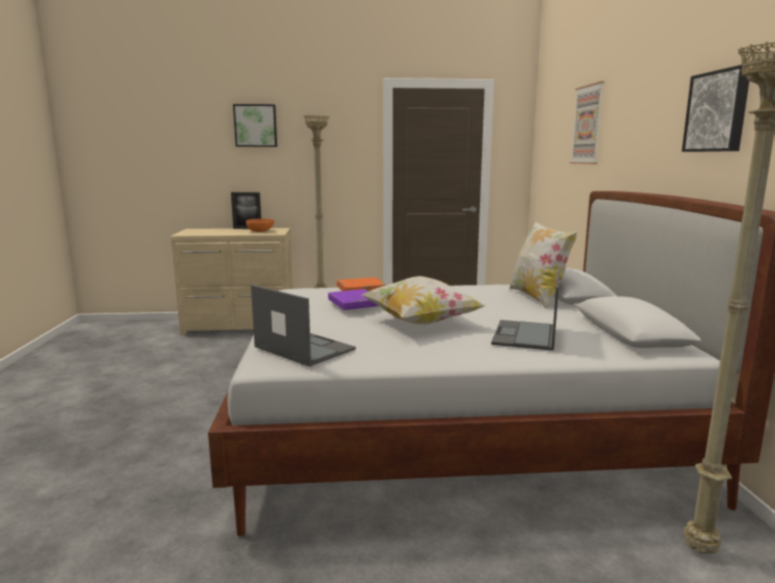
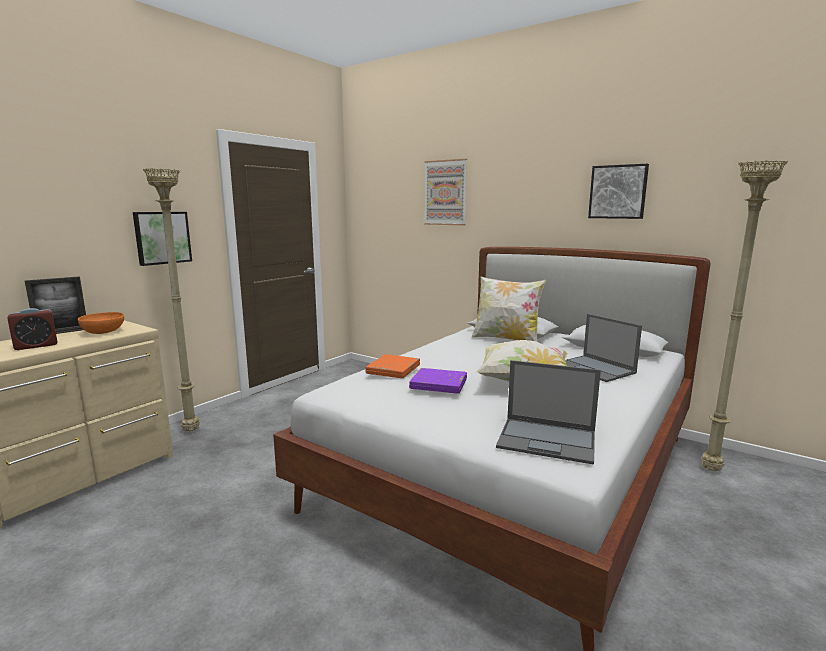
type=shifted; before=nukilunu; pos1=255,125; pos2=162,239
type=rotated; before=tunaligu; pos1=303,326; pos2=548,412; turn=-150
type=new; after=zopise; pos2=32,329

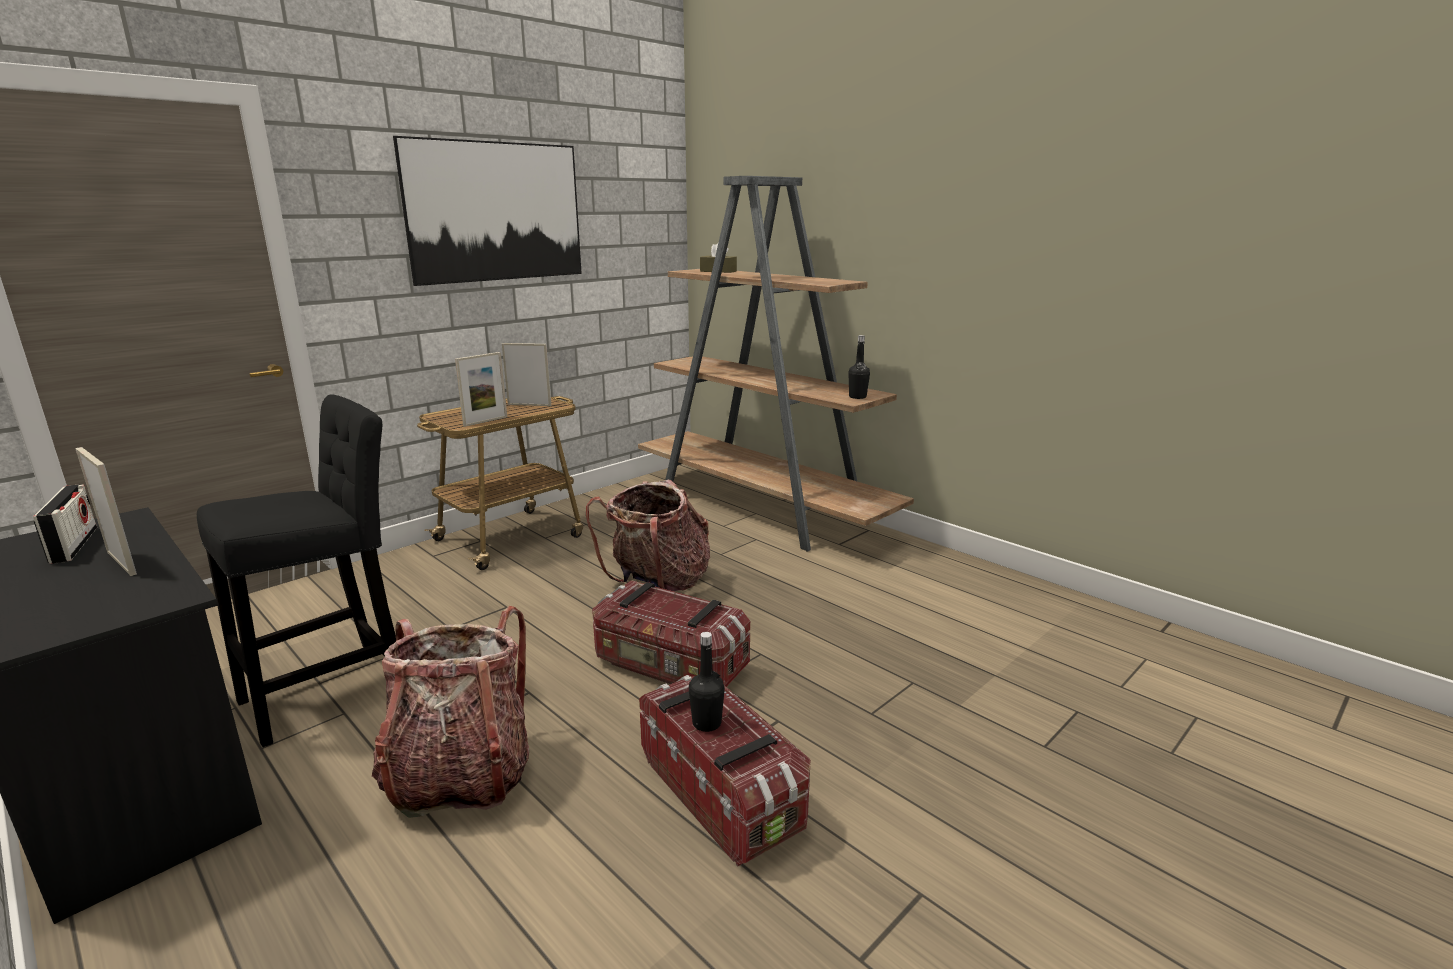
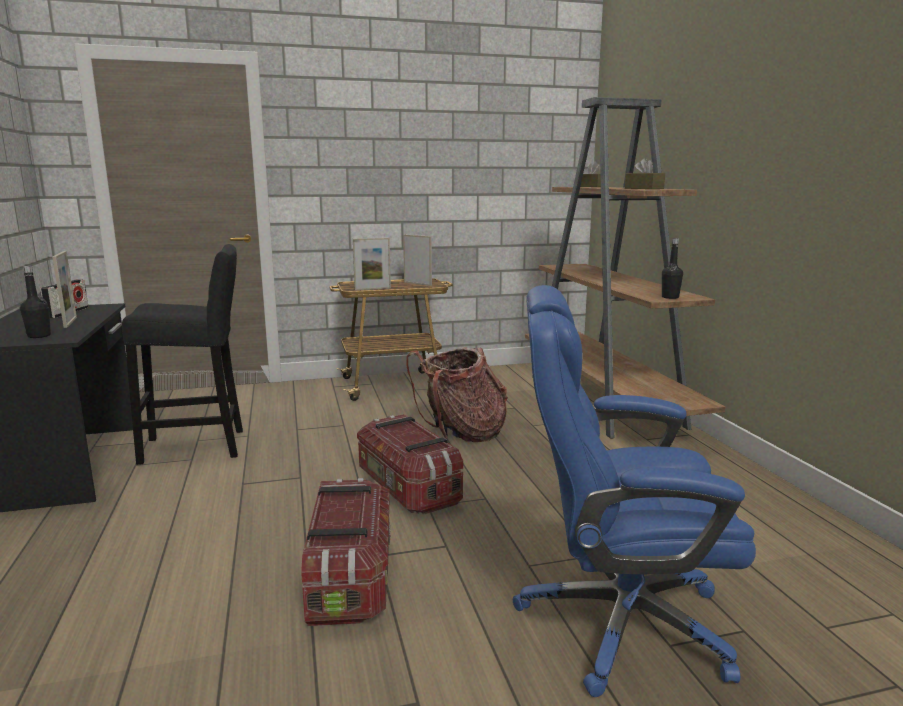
type=gone; before=nukilunu; pos1=487,211
type=gone; before=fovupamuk; pos1=450,712
type=shifted; before=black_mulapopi; pos1=707,682; pos2=35,302
type=new; after=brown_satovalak; pos2=645,173
type=new; after=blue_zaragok; pos2=634,491

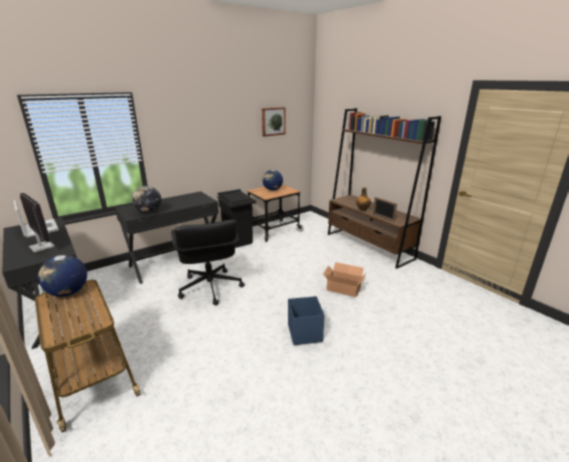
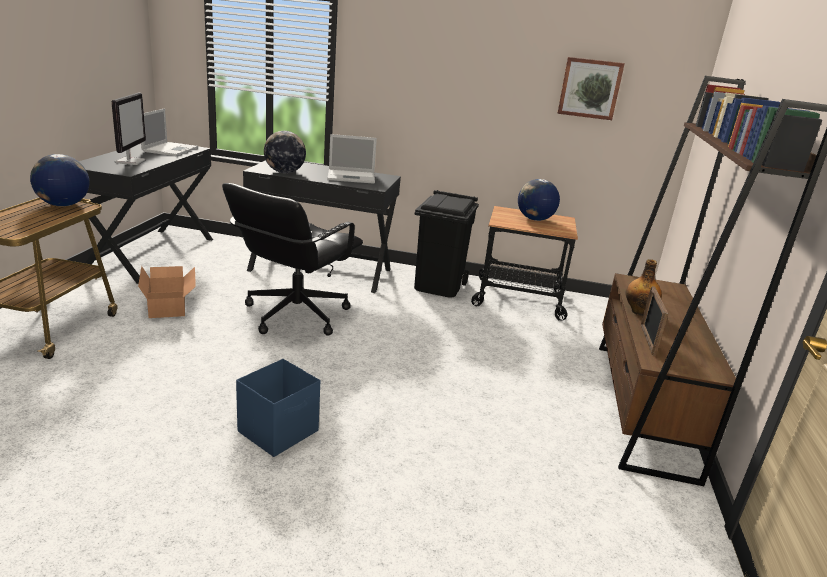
type=shifted; before=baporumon; pos1=344,279; pos2=167,292
type=new; after=tunaligu; pos2=352,159

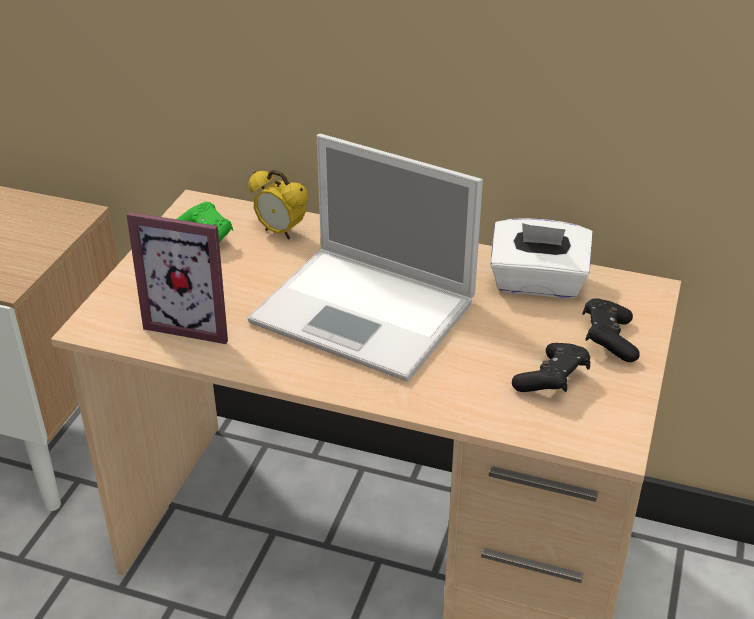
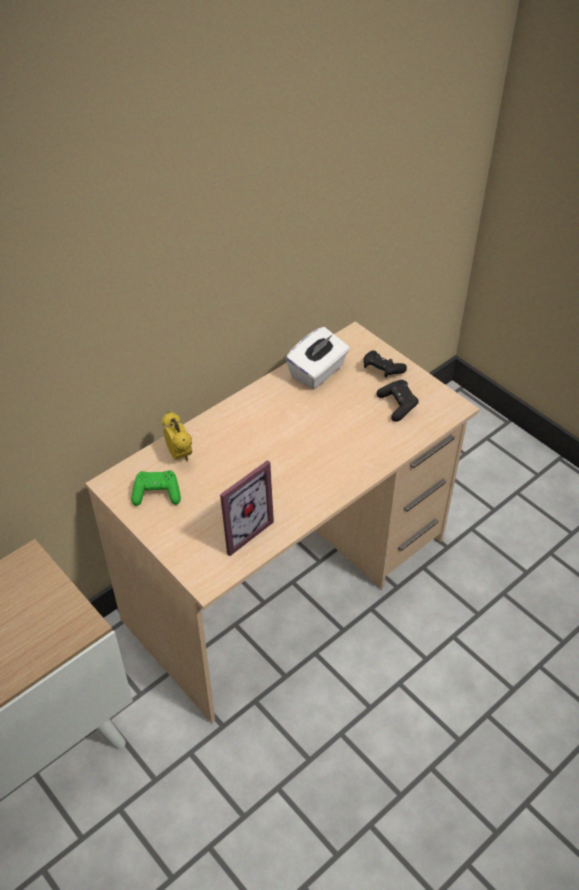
type=gone; before=tunaligu; pos1=365,258
type=rotated; before=zopise; pos1=278,204; pos2=177,436; turn=-90

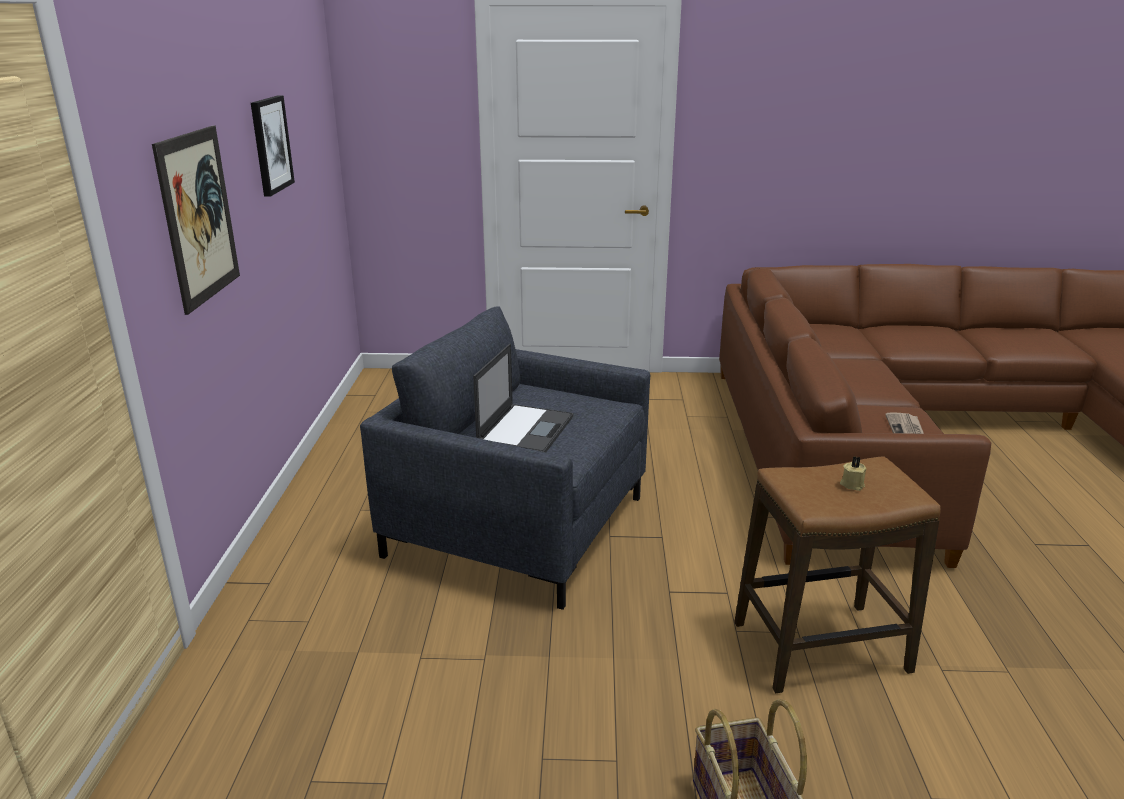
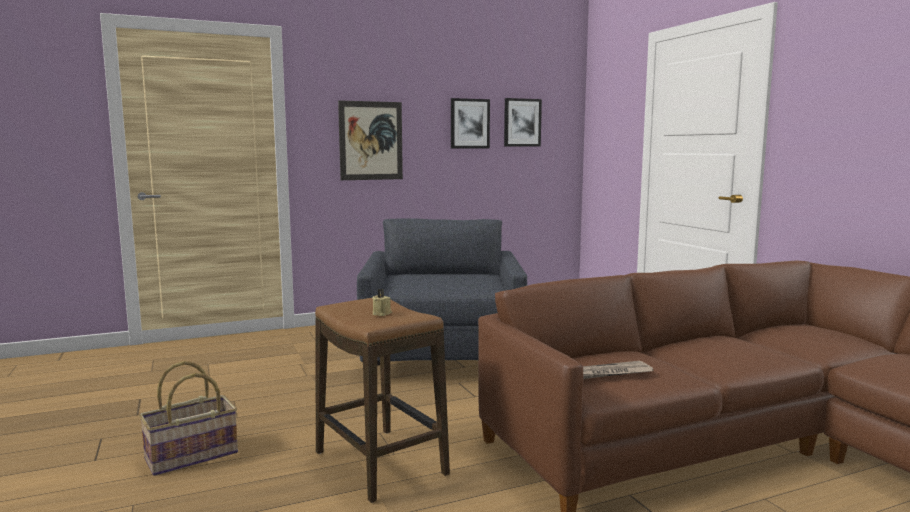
type=gone; before=tunaligu; pos1=523,397
type=new; after=nukilunu; pos2=523,122

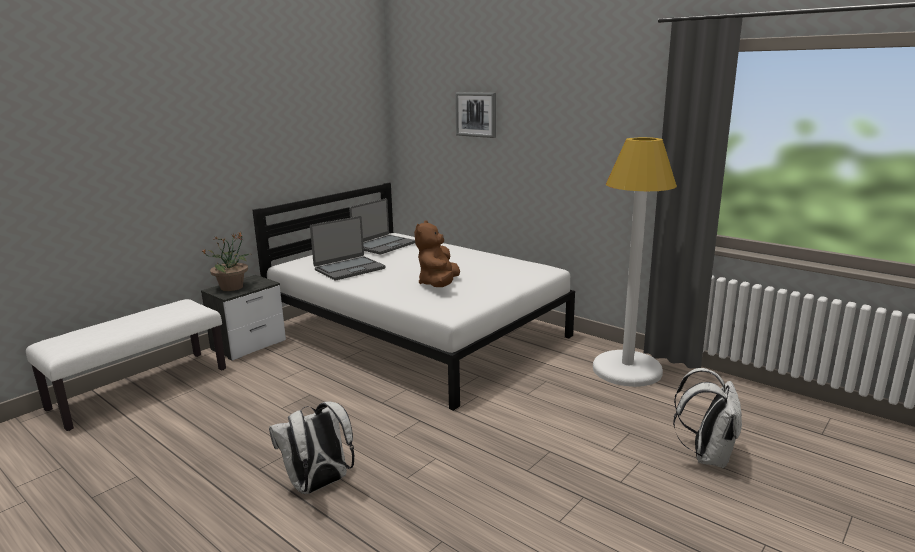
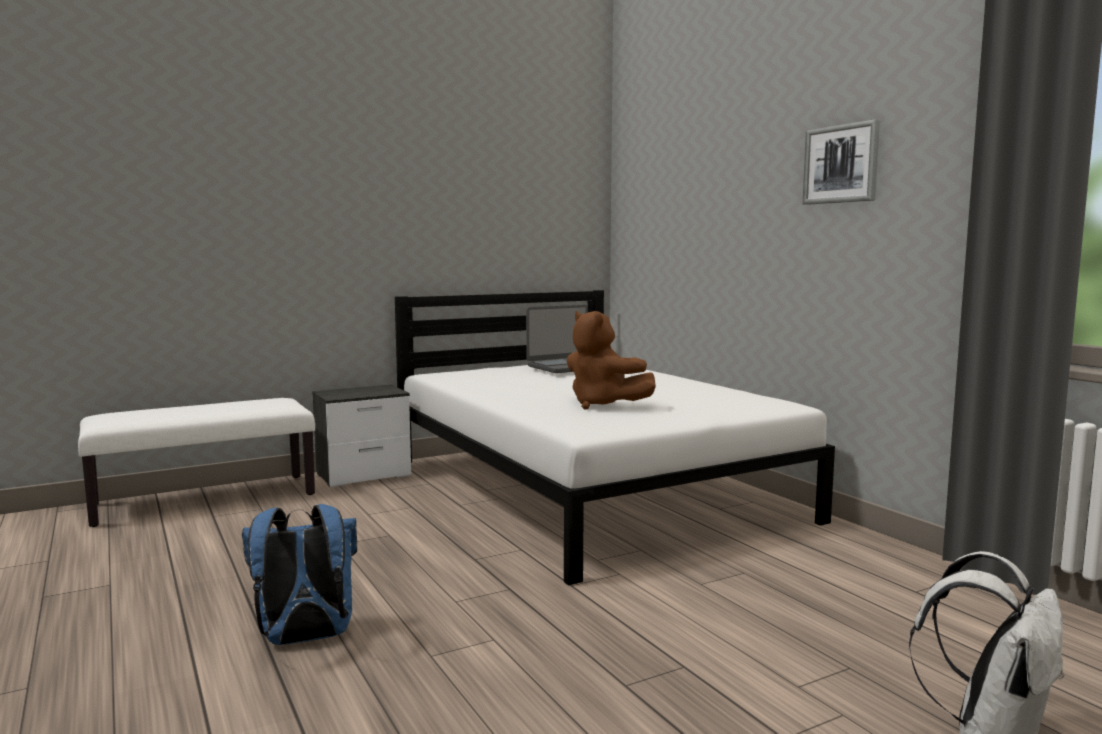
type=shifted; before=nukilunu; pos1=475,115; pos2=841,162
type=gone; before=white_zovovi; pos1=635,262
type=gone; before=tunaligu; pos1=348,248
type=rotated; before=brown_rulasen; pos1=437,253; pos2=611,360; turn=-75
type=gone; before=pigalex; pos1=226,261
type=repainted; before=white_fovupamuk; after=blue_fovupamuk; pos1=311,448; pos2=299,574

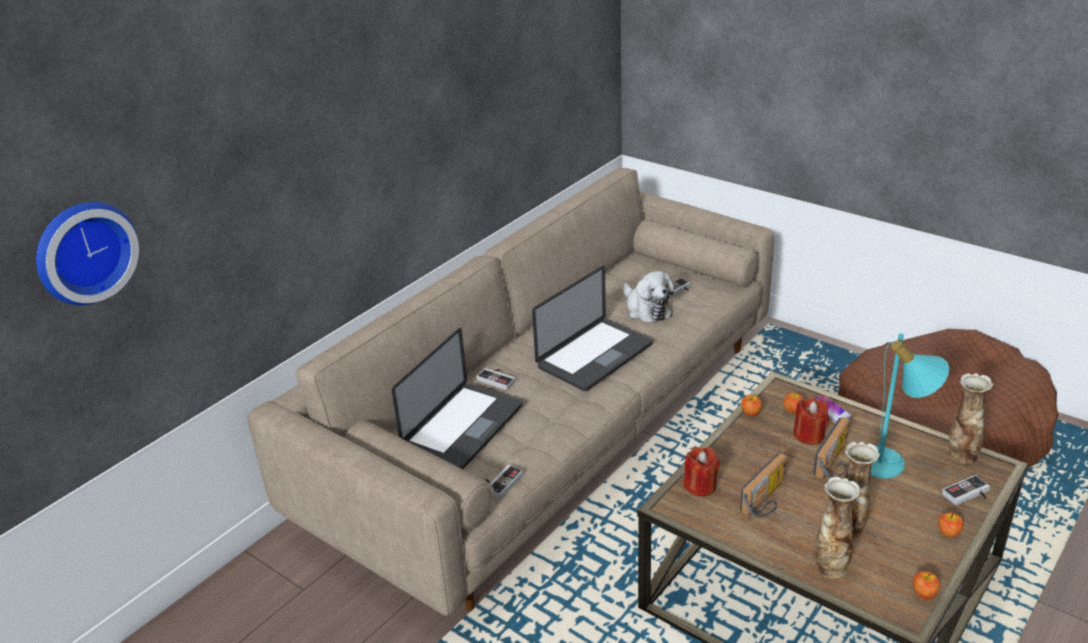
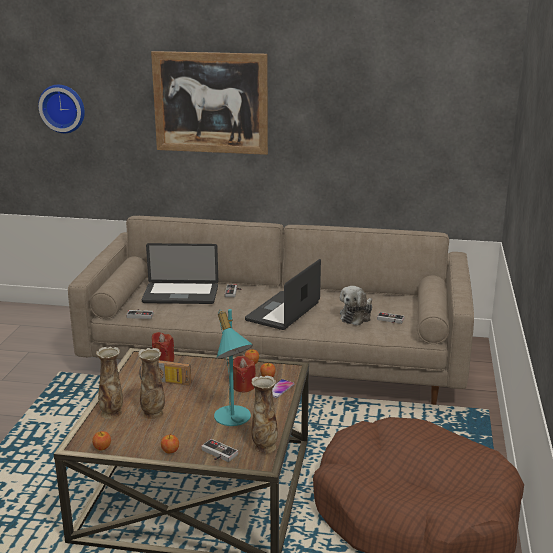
type=rotated; before=tunaligu; pos1=592,328; pos2=283,294; turn=105
type=gone; before=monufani; pos1=831,448
type=new; after=nukilunu; pos2=209,103

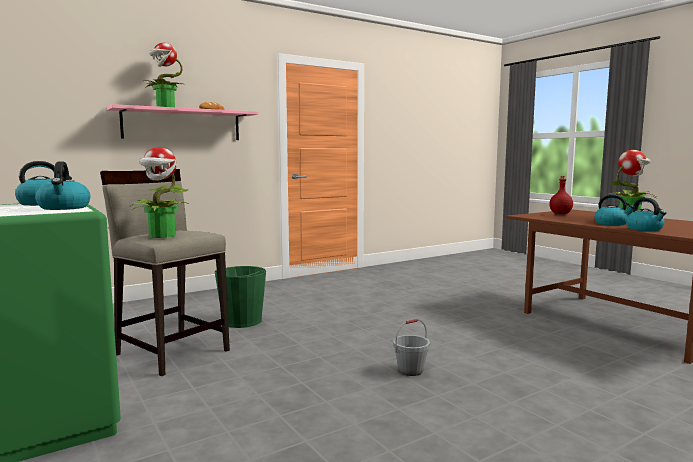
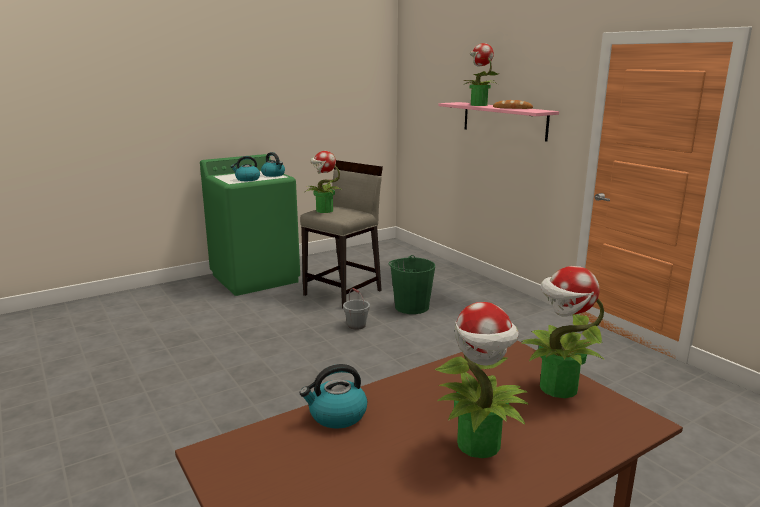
type=swapped; before=red_mulapopi; after=pigalex; pos1=561,195; pos2=562,332
type=gone; before=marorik; pos1=613,210
type=shifted; before=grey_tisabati; pos1=411,347; pos2=356,309

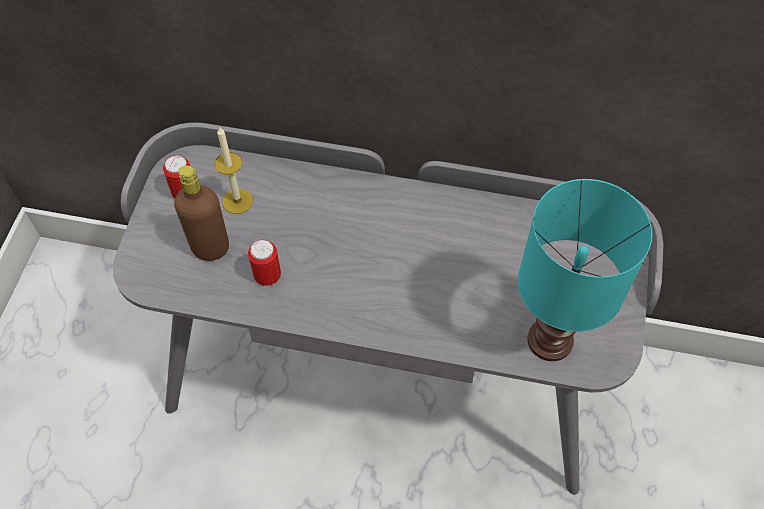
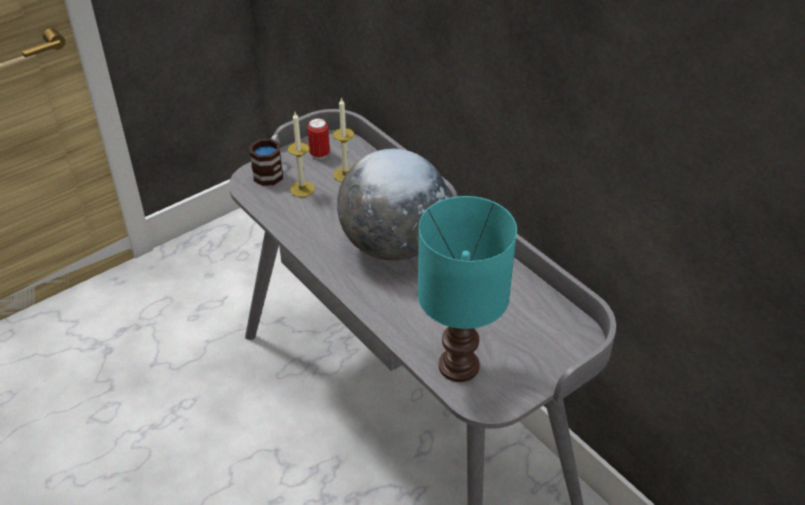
type=swapped; before=brown_mulapopi; after=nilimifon; pos1=201,213; pos2=301,154
type=gone; before=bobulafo; pos1=264,262
type=new; after=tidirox; pos2=266,160
type=new; after=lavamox; pos2=393,205

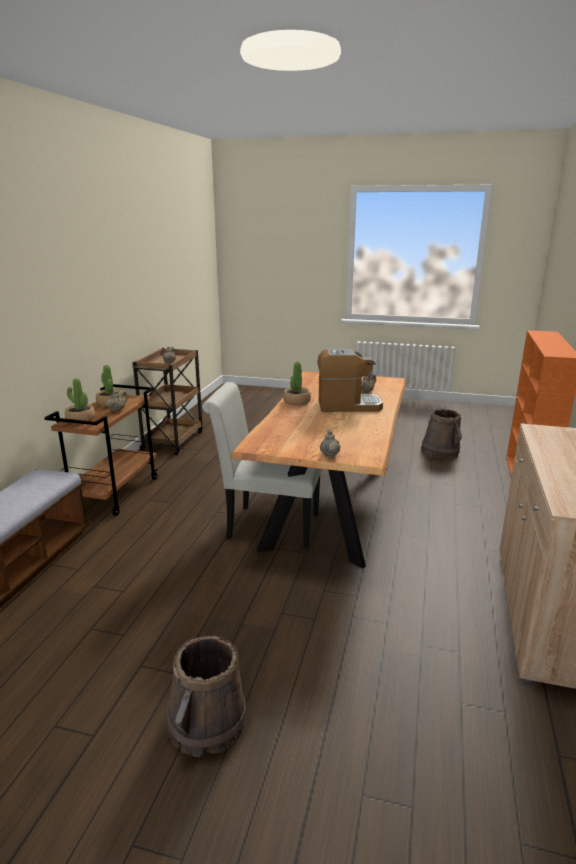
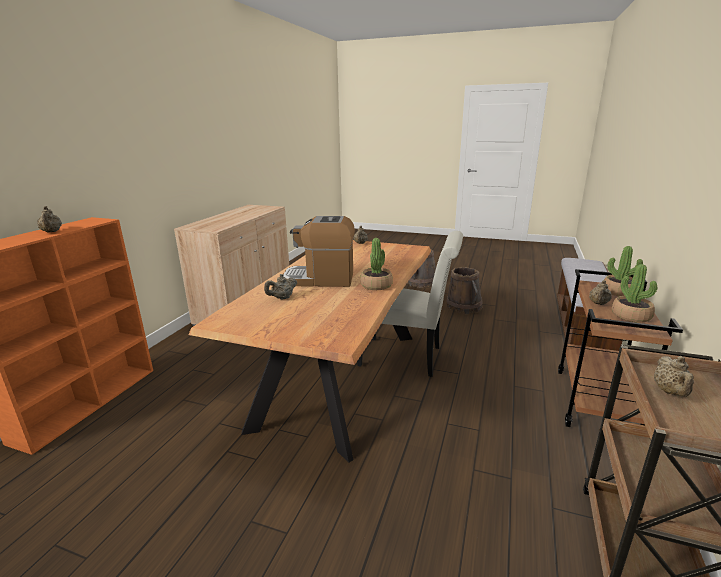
type=shifted; before=brown_tisabati; pos1=441,434; pos2=465,290
type=new; after=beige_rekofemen; pos2=49,219

